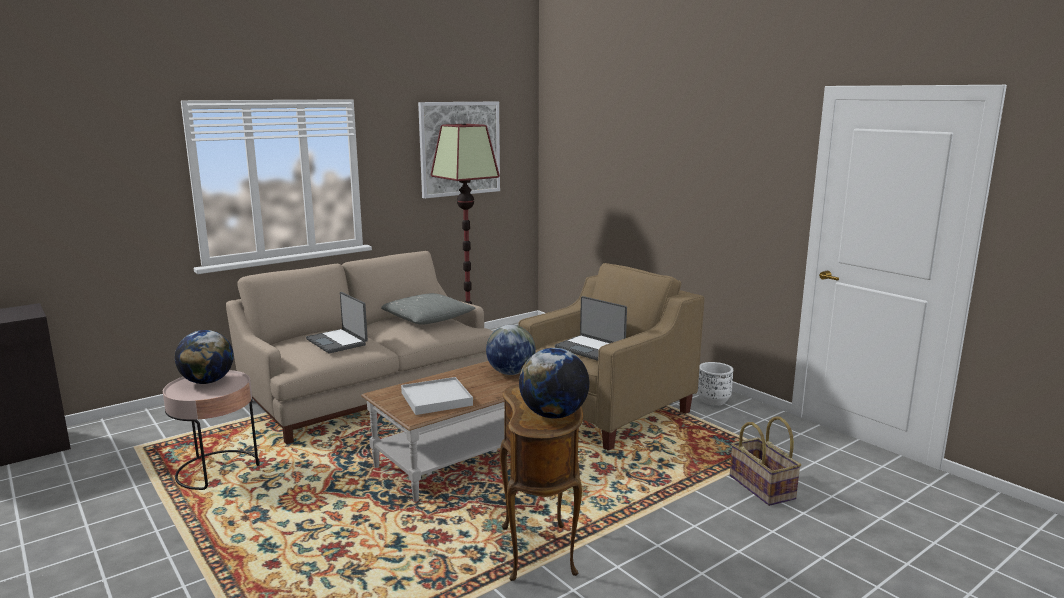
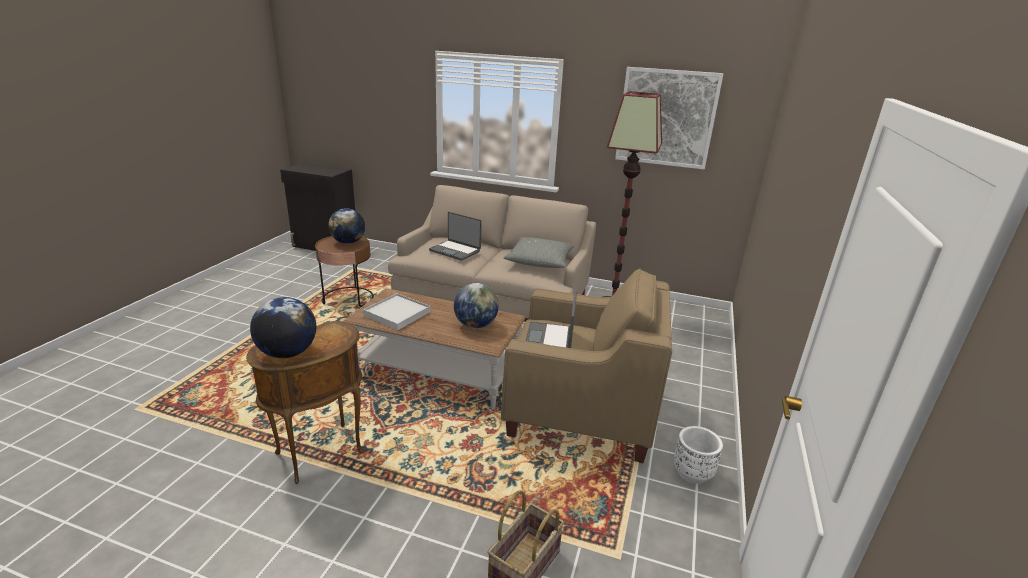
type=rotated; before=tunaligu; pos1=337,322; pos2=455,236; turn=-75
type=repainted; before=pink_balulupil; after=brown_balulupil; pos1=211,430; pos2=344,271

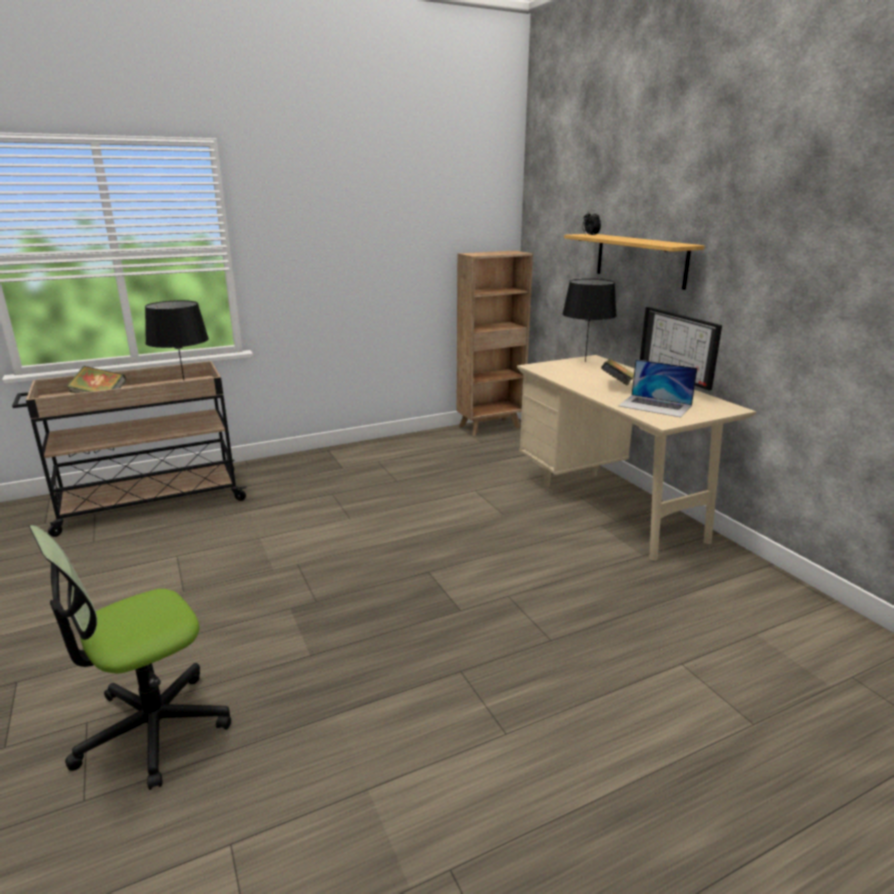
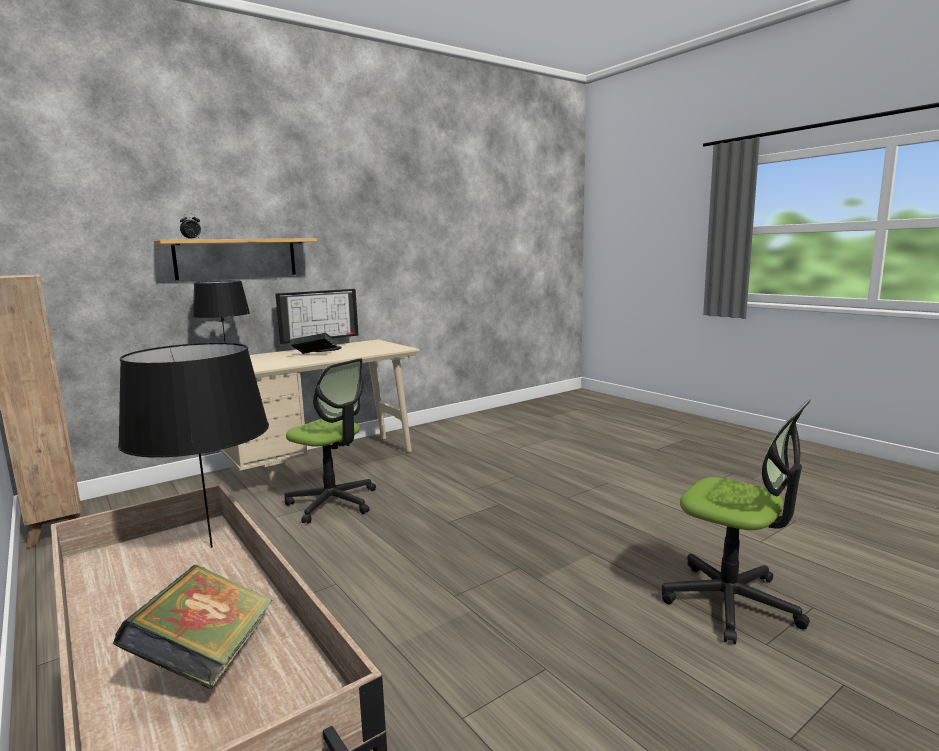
type=gone; before=tunaligu; pos1=657,388
type=new; after=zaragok; pos2=330,441

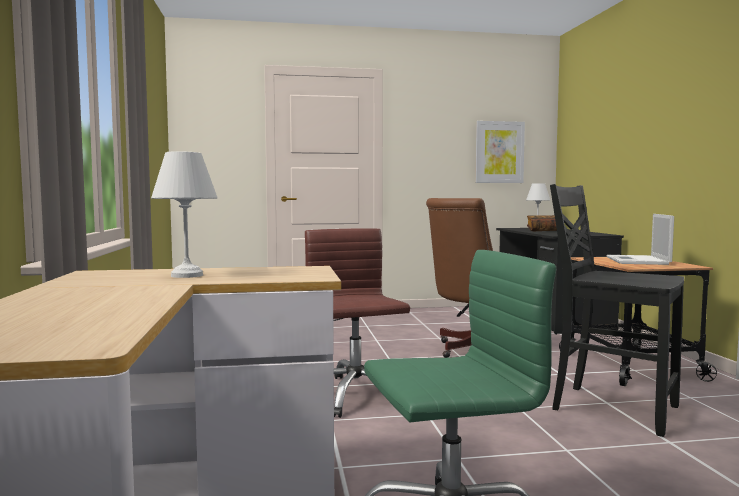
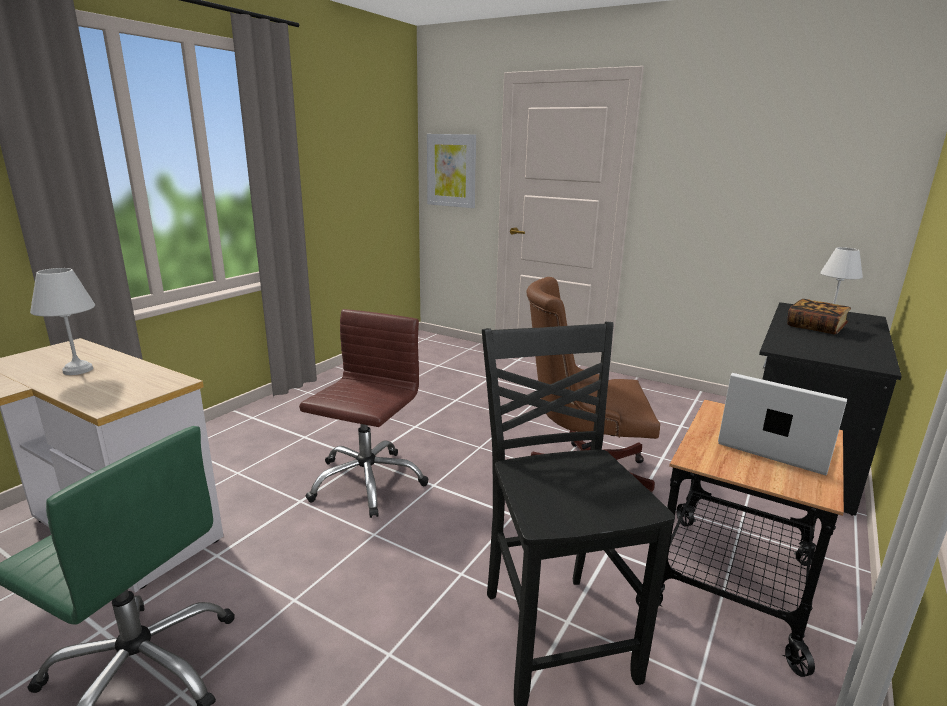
type=shifted; before=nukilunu; pos1=500,152; pos2=451,171
type=rotated; before=tunaligu; pos1=640,239; pos2=782,424; turn=75

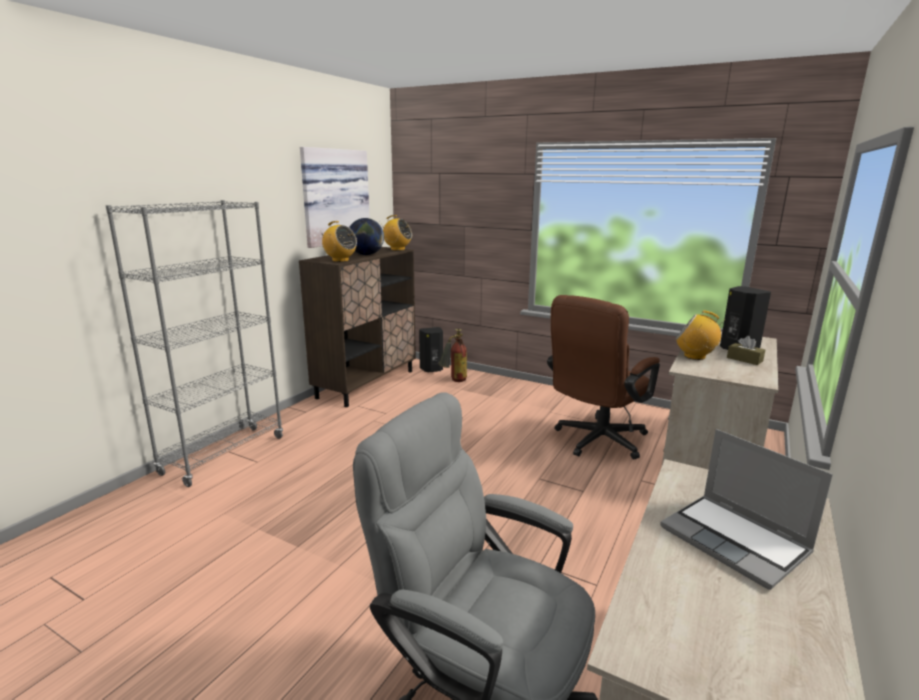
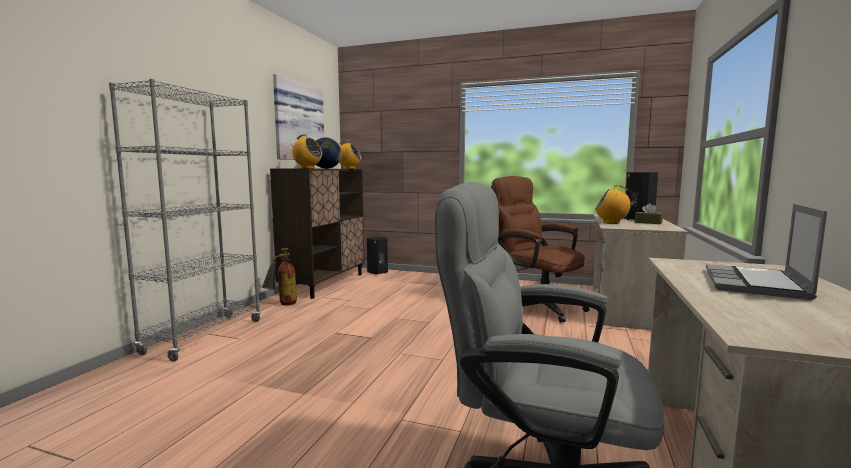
type=rotated; before=brown_zaragok; pos1=603,377; pos2=540,249; turn=105
type=shifted; before=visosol; pos1=452,355; pos2=279,277
type=rotated; before=tunaligu; pos1=746,509; pos2=766,252; turn=75

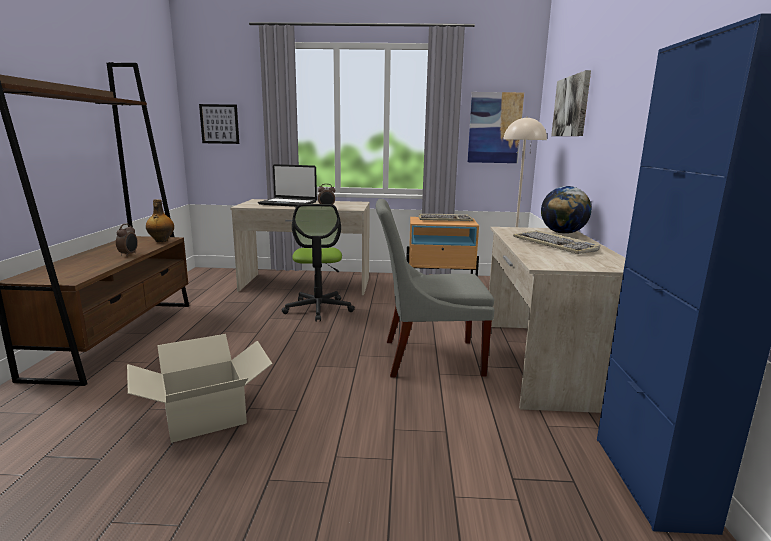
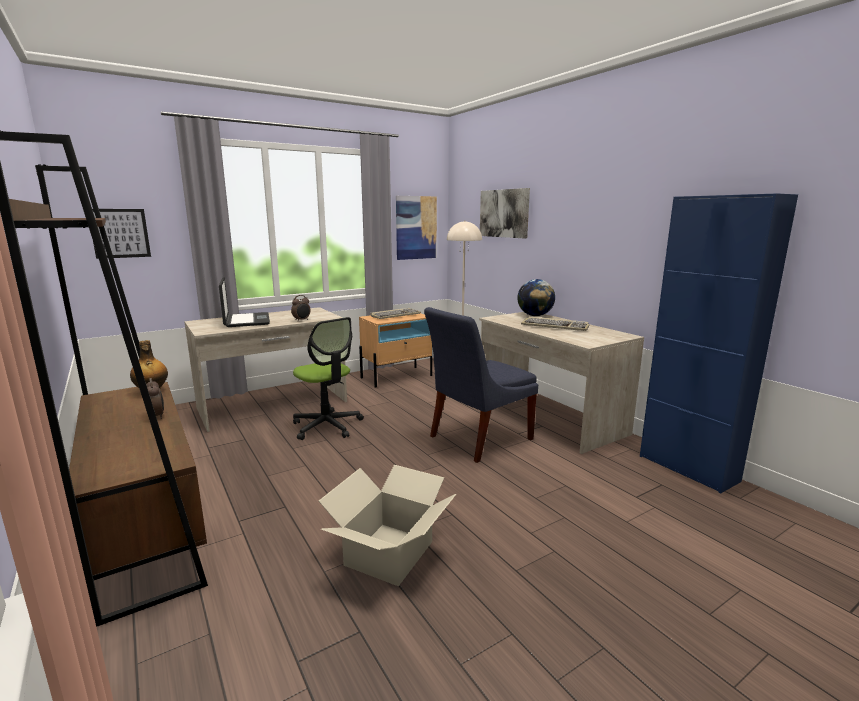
type=rotated; before=tunaligu; pos1=287,185; pos2=244,302; turn=-90
type=repainted; before=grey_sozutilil; after=blue_sozutilil; pos1=435,288; pos2=481,385

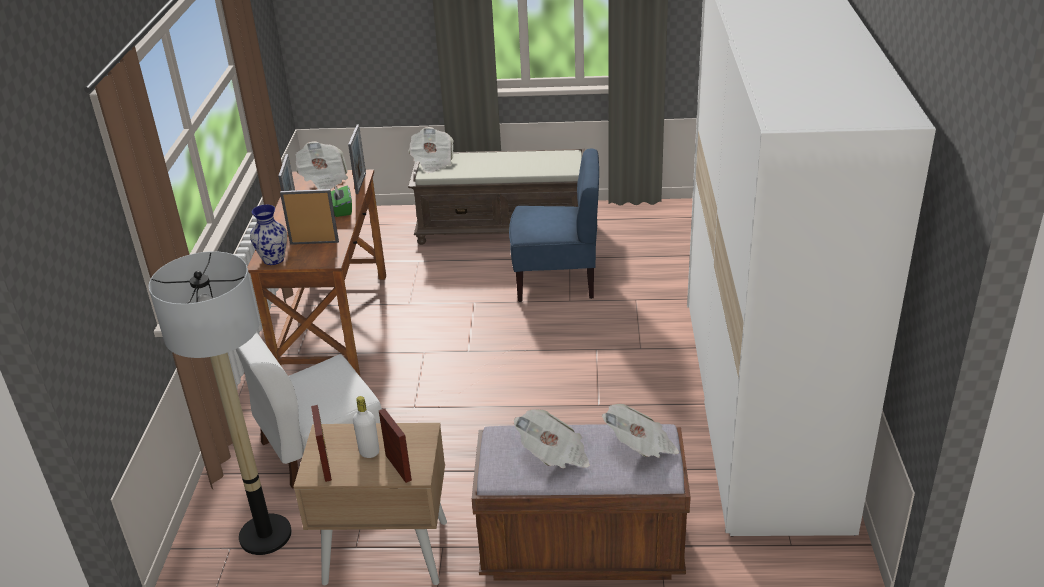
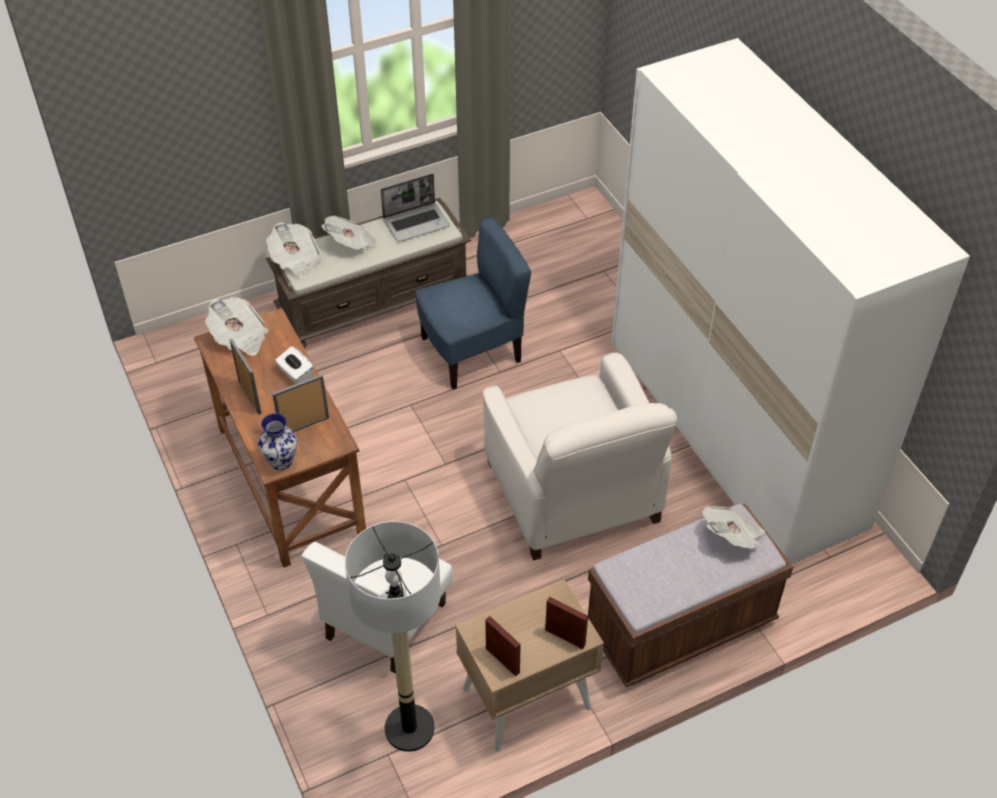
type=gone; before=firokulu; pos1=357,159
type=repainted; before=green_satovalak; after=white_satovalak; pos1=341,201; pos2=294,365
type=gone; before=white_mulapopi; pos1=366,427
type=shifted; before=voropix; pos1=552,439; pos2=350,233
type=new; after=tunaligu; pos2=415,208
type=new; after=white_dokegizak; pos2=580,456

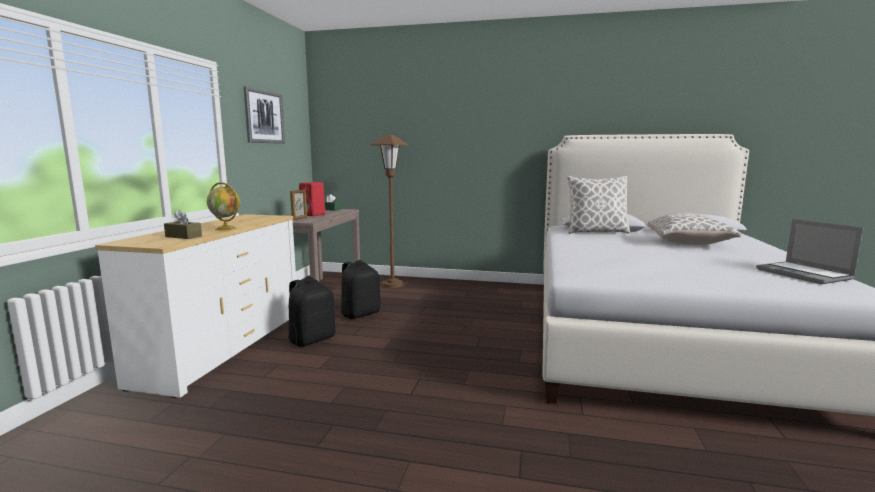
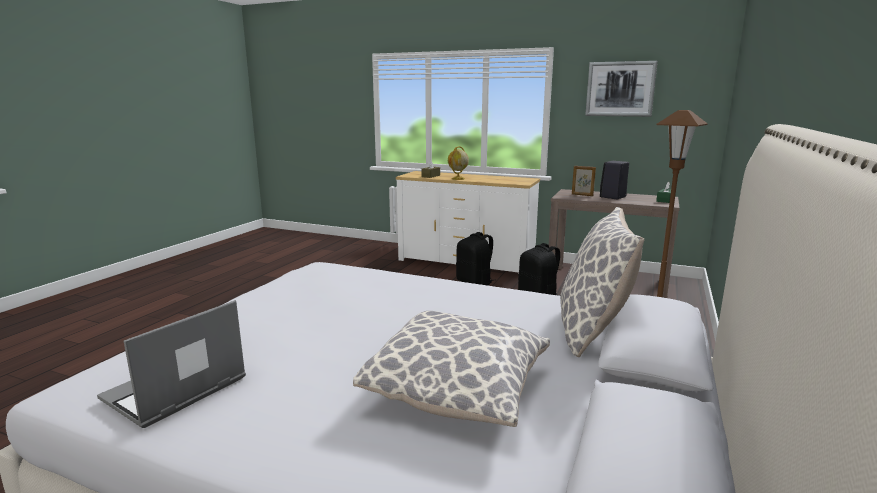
type=repainted; before=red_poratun; after=black_poratun; pos1=312,199; pos2=614,180
type=rotated; before=tunaligu; pos1=809,251; pos2=171,364; turn=-45

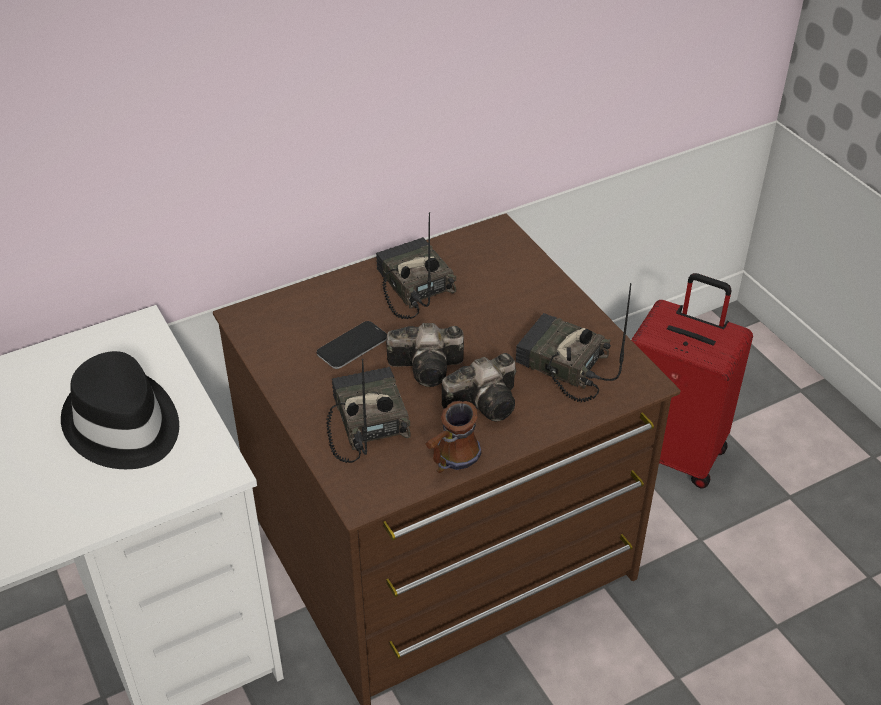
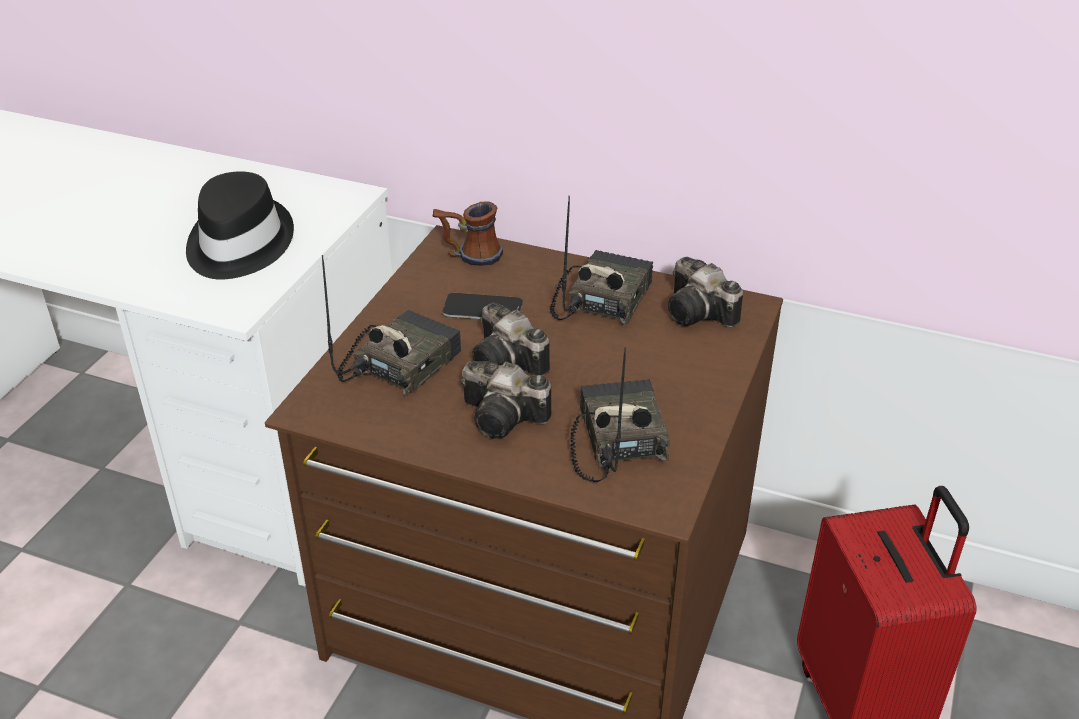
type=shifted; before=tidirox; pos1=453,437; pos2=468,233
type=new; after=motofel; pos2=705,292

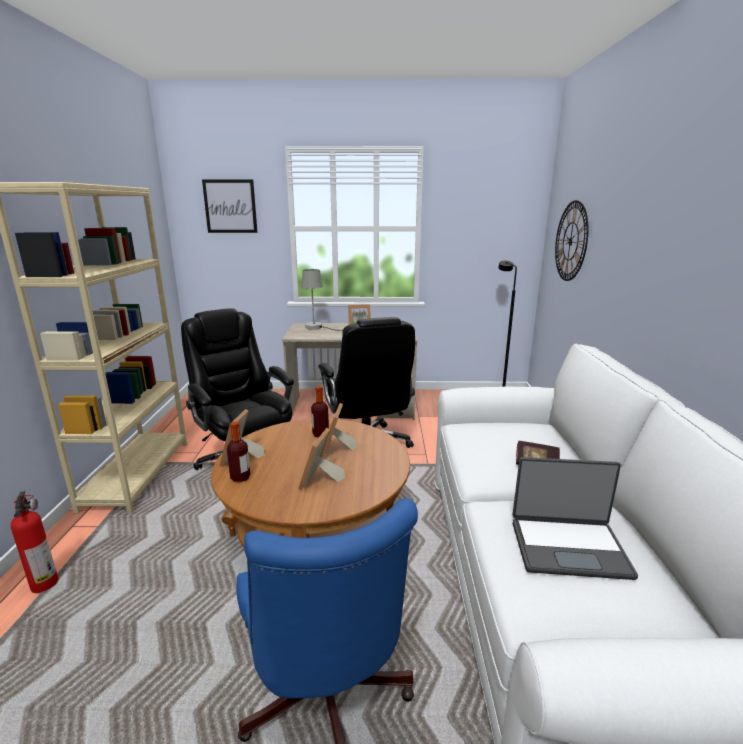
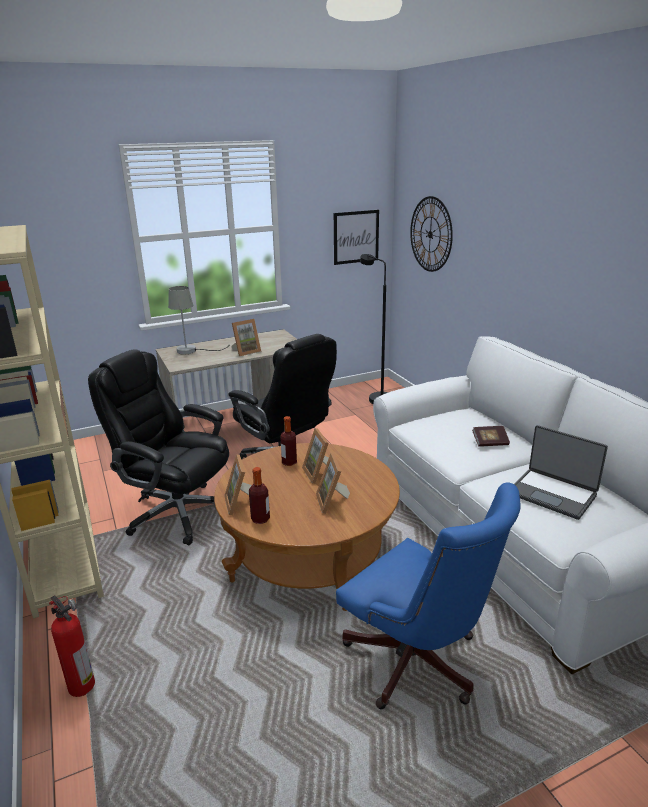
type=shifted; before=nukilunu; pos1=230,206; pos2=356,237
type=rotated; before=tunaligu; pos1=575,518; pos2=561,472; turn=60

